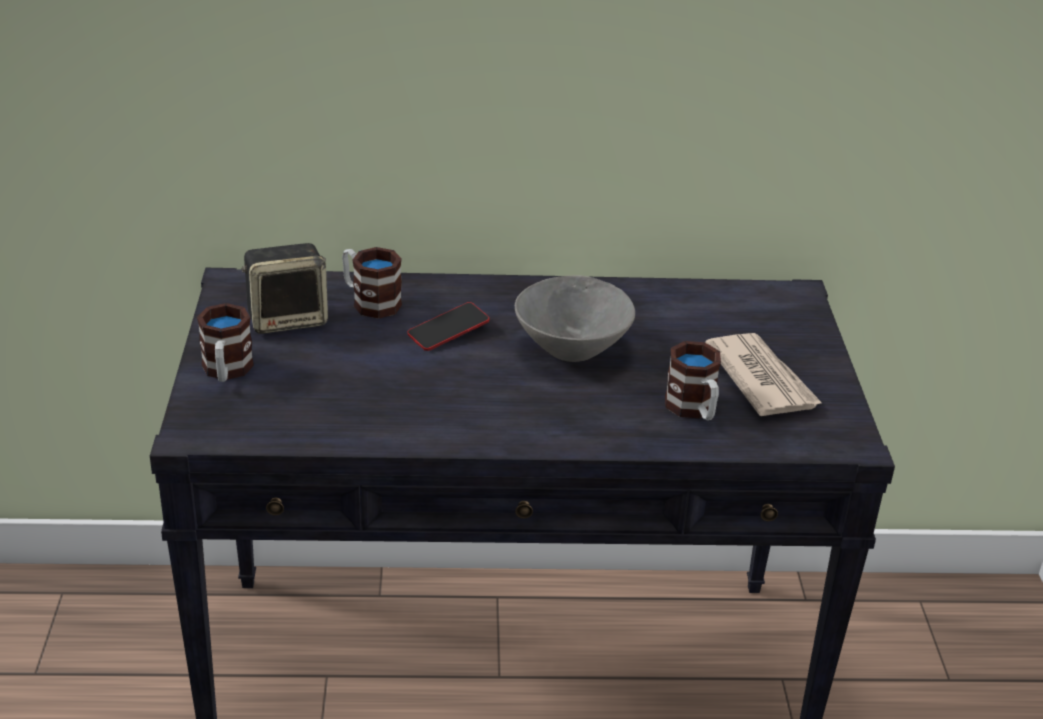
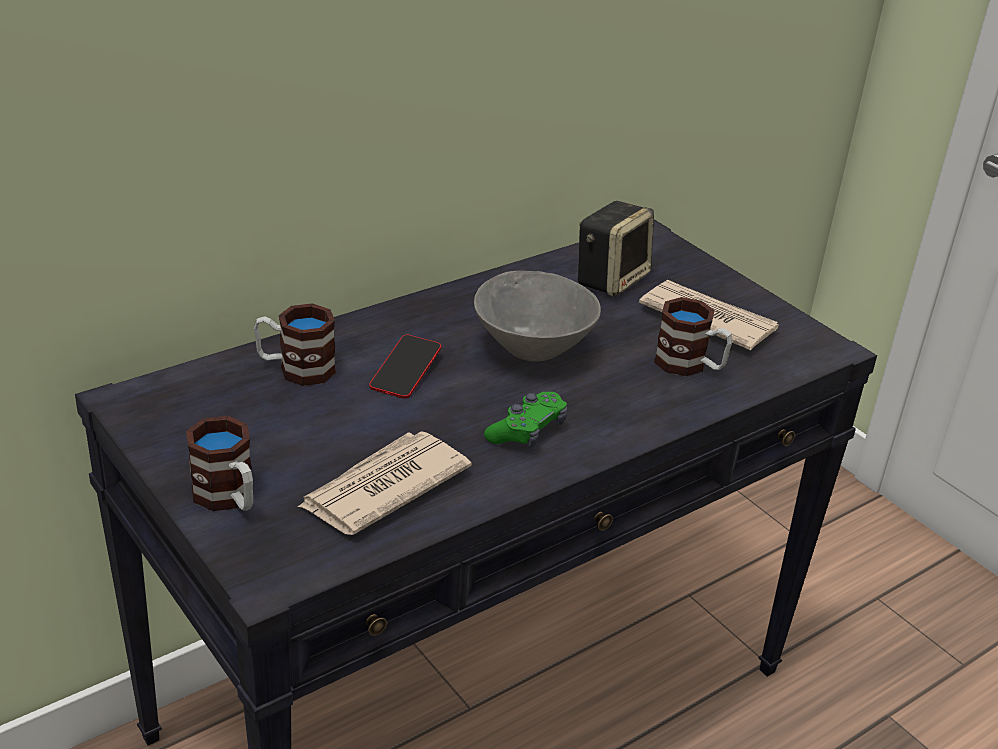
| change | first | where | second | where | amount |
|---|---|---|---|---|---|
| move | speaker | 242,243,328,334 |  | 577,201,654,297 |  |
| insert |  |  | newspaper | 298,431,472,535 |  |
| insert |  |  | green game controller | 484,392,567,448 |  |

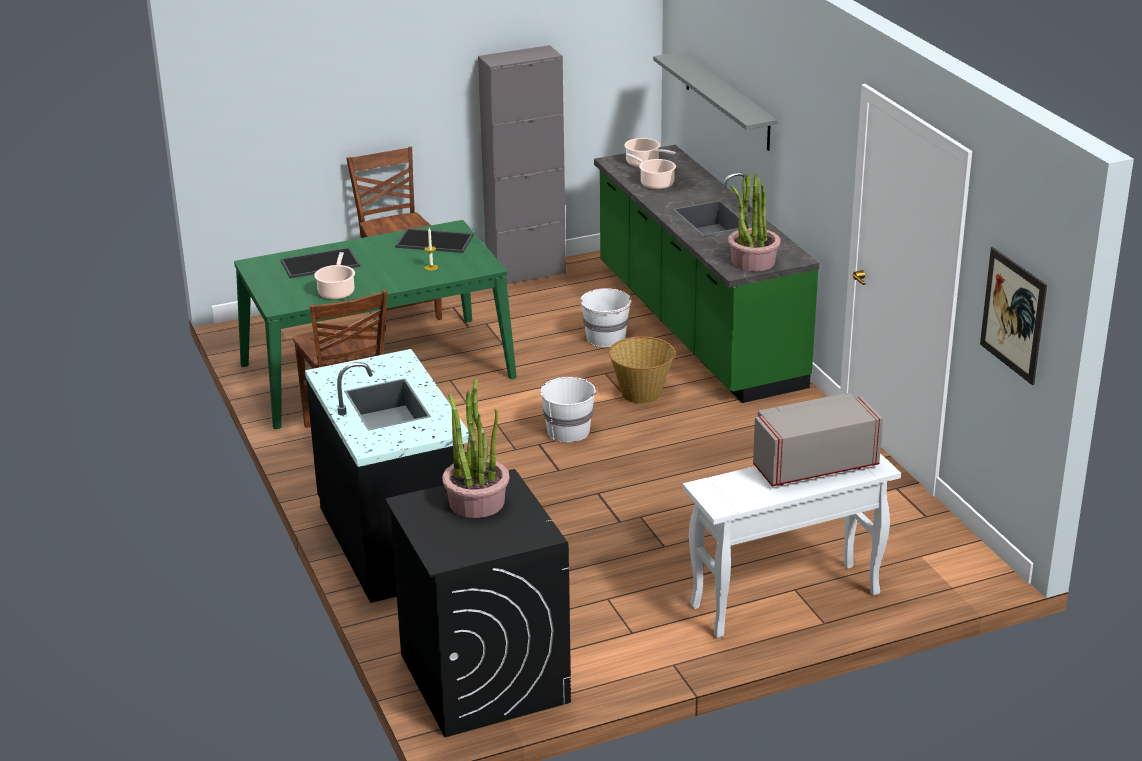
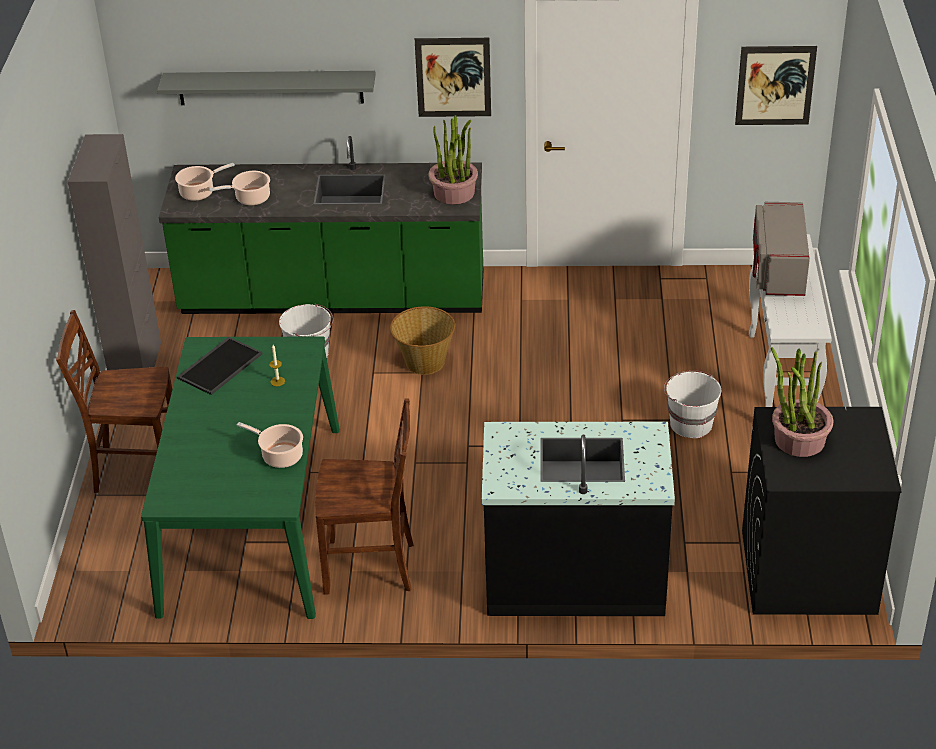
| change | first | where | second | where | amount |
|---|---|---|---|---|---|
| delete | tray | 281,248,360,279 |  |  |  |
| move | white bucket | 540,377,598,442 |  | 664,370,721,438 |  |
| insert |  |  | picture | 415,38,491,117 |  |

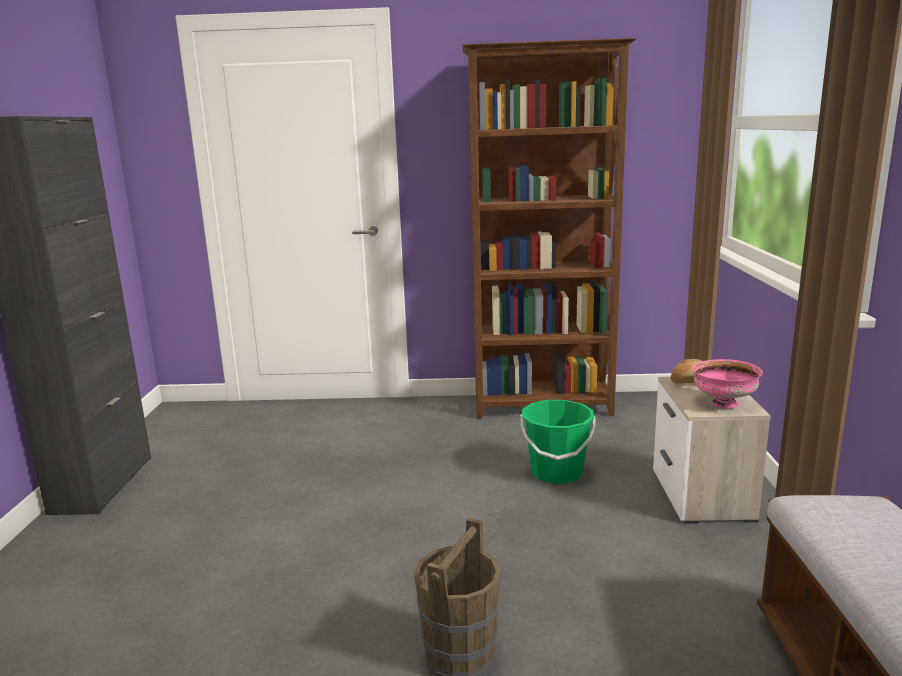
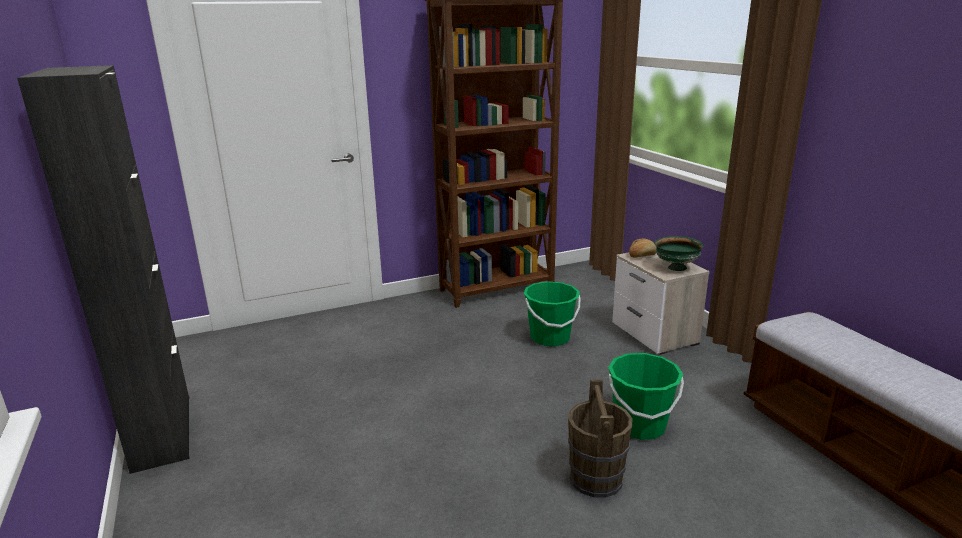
| change | first | where | second | where | amount |
|---|---|---|---|---|---|
| recolor | pink bowl | 691,359,763,409 | green bowl | 654,236,704,271 |  |
| insert |  |  | green bucket | 608,353,684,440 |  |

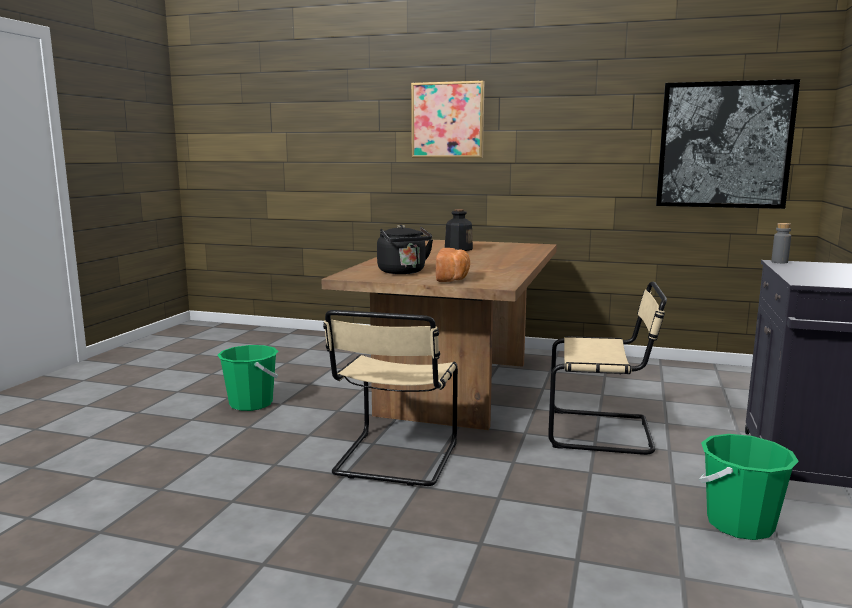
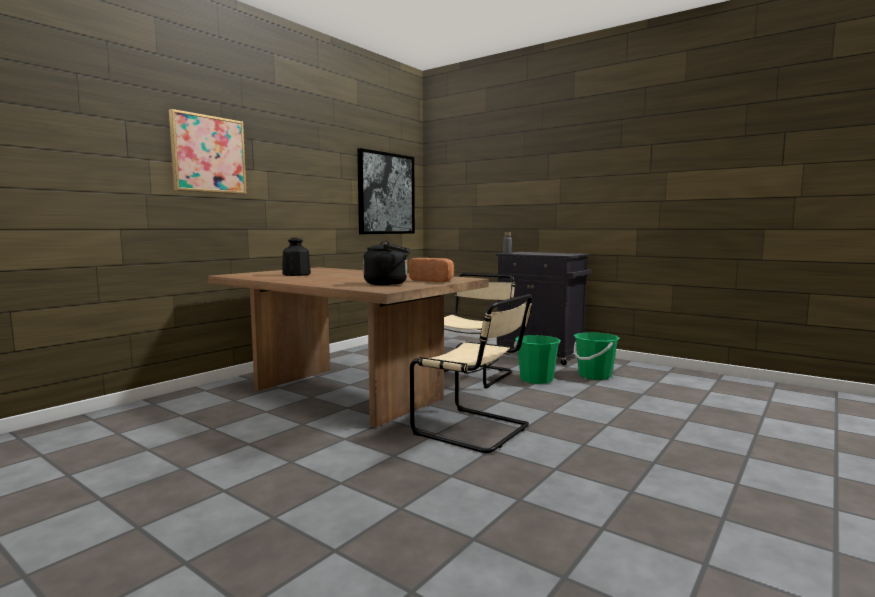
| change | first | where | second | where | amount |
|---|---|---|---|---|---|
| move | green bucket | 217,345,278,411 |  | 514,335,561,384 |  |

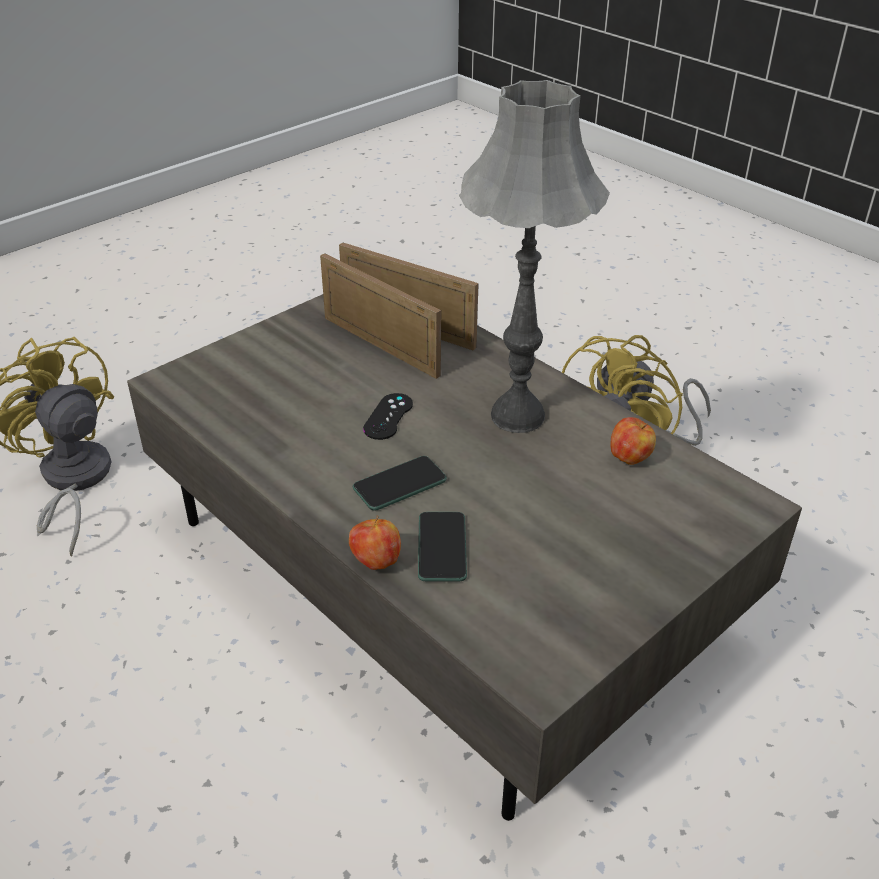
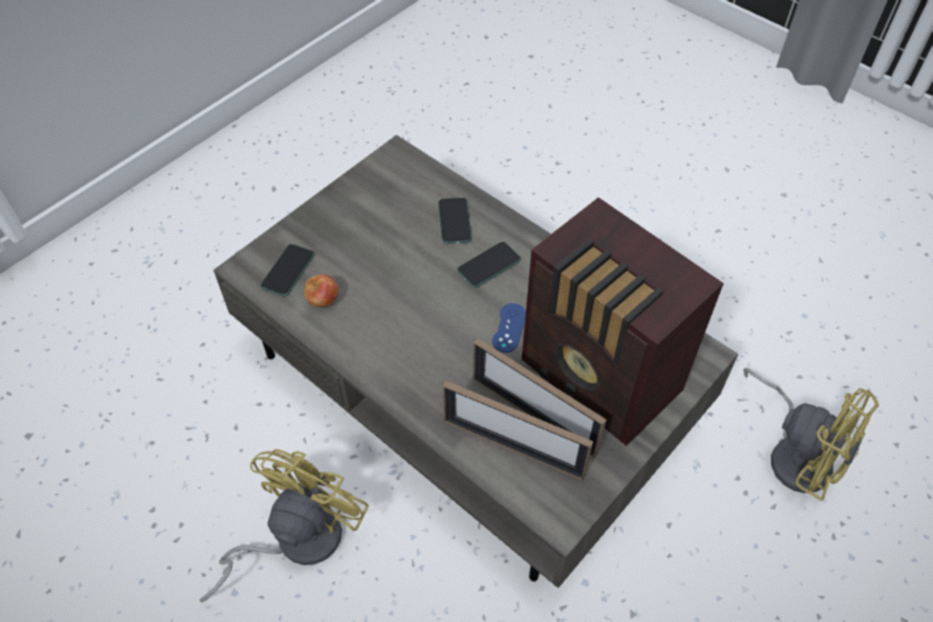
| change | first | where | second | where | amount |
|---|---|---|---|---|---|
| delete | apple | 349,516,401,570 |  |  |  |
| recolor | black game controller | 363,393,413,440 | blue game controller | 492,303,526,353 |  |
| delete | grey table lamp | 459,80,610,433 |  |  |  |
| insert |  |  | phone | 260,244,315,297 |  |
| insert |  |  | radio | 522,197,724,446 |  |

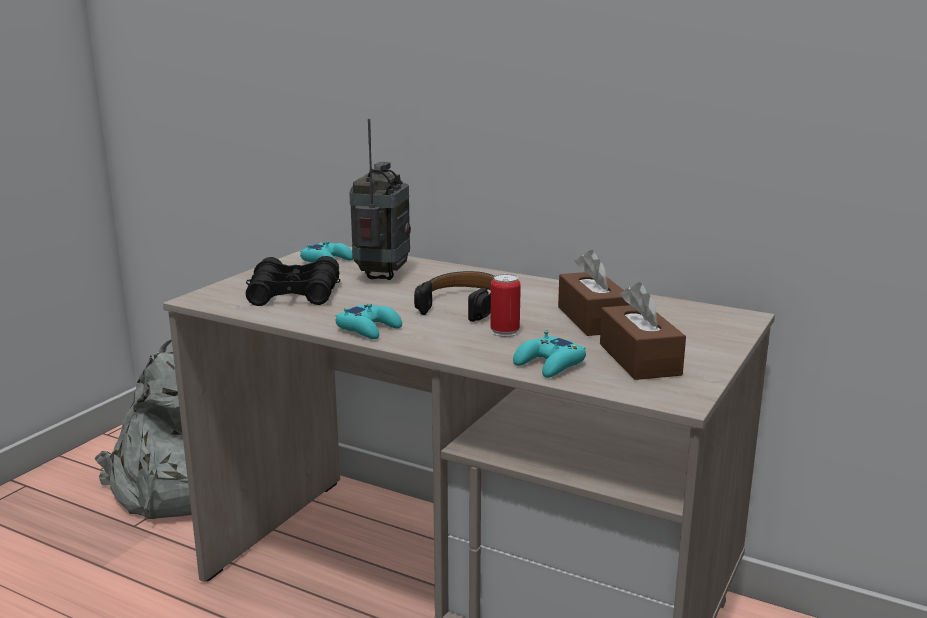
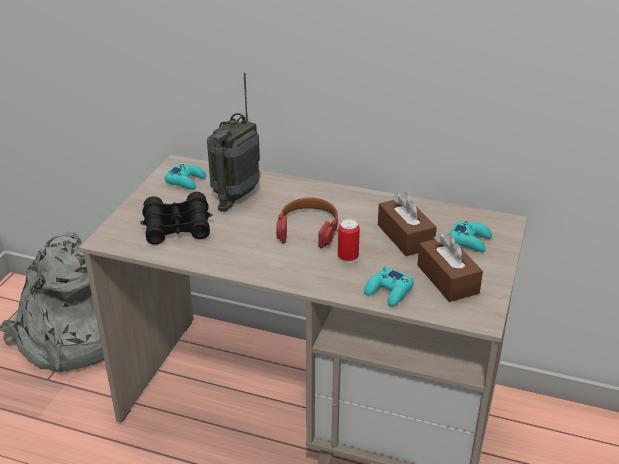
| change | first | where | second | where | amount |
|---|---|---|---|---|---|
| move | turquoise game controller | 335,304,402,339 |  | 450,221,492,252 |  |
| rotate | radio | 349,119,411,280 |  | 207,72,260,212 | 150 degrees counterclockwise |
| recolor | black headphones | 414,271,494,322 | red headphones | 276,197,338,248 |  |

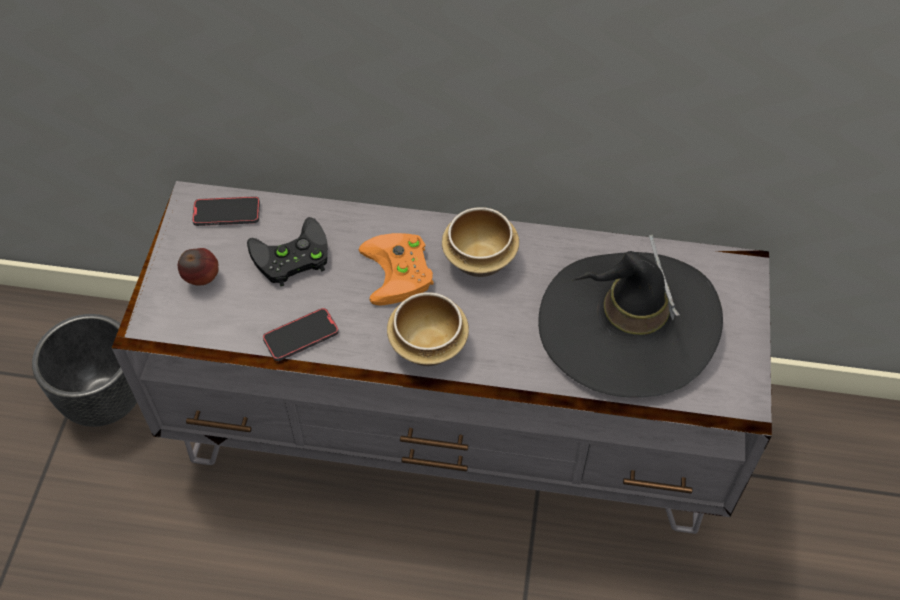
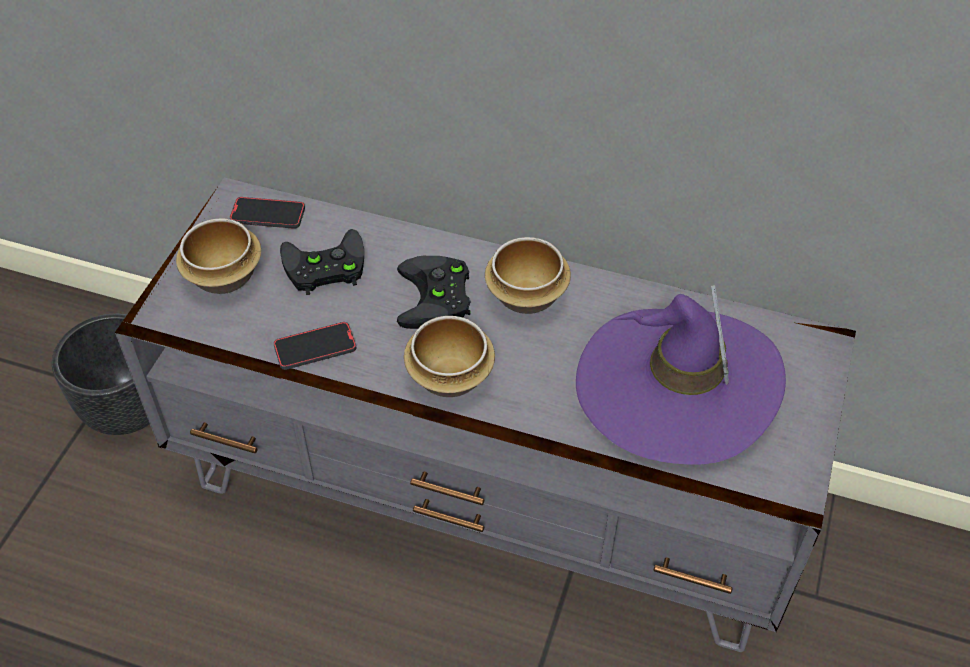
| change | first | where | second | where | amount |
|---|---|---|---|---|---|
| replace | apple | 178,248,219,285 | bowl | 176,218,261,294 |  |
| recolor | orange game controller | 359,233,434,305 | black game controller | 397,256,471,329 |  |
| recolor | black hat | 538,235,723,397 | purple hat | 576,285,786,465 |  |

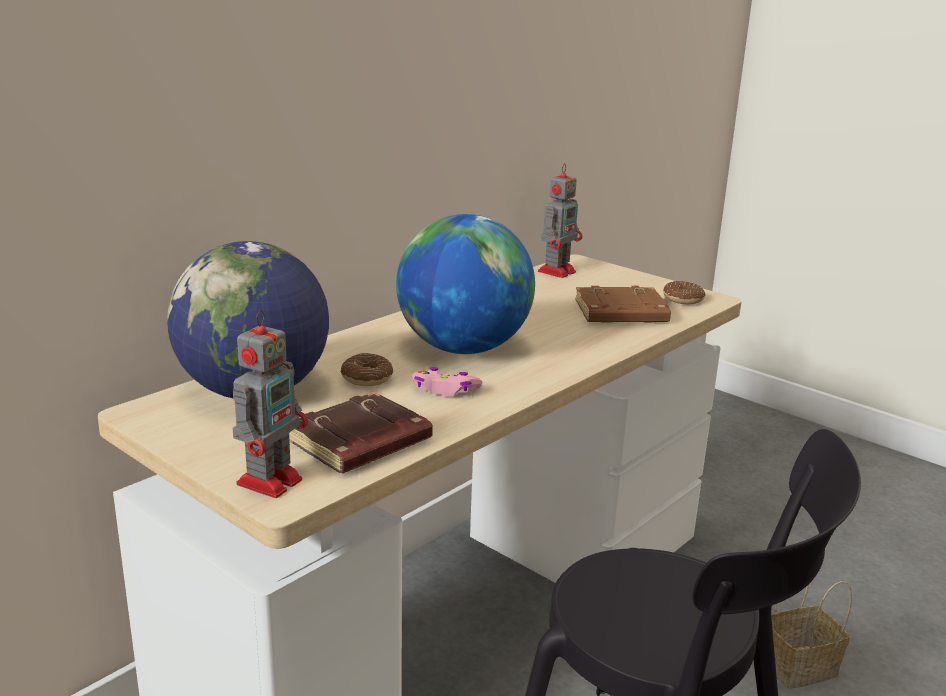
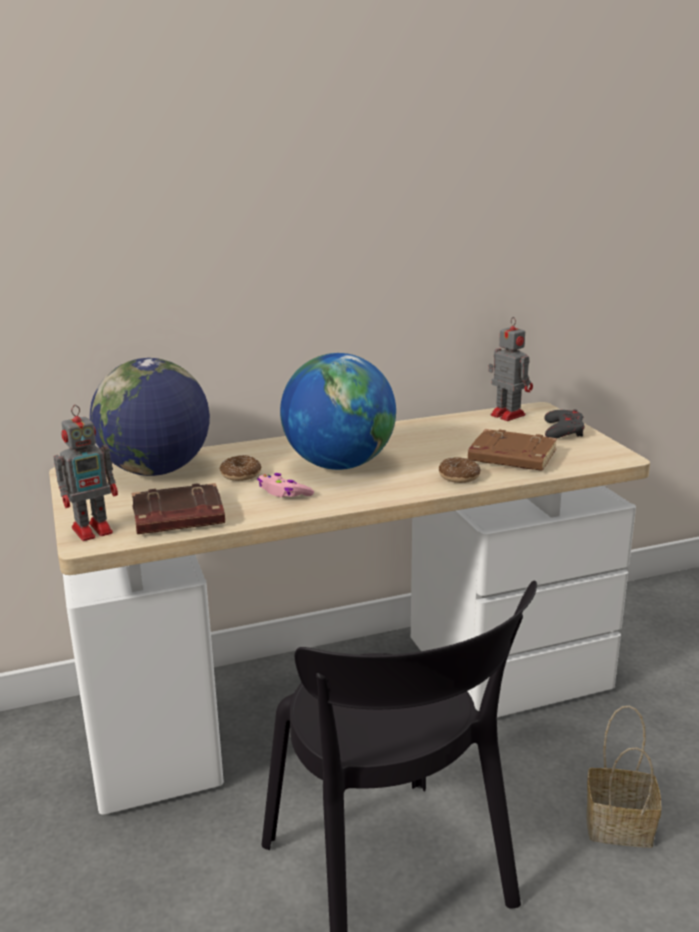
| change | first | where | second | where | amount |
|---|---|---|---|---|---|
| rotate | toy robot | 538,163,582,278 |  | 488,317,533,421 | 105 degrees counterclockwise |
| move | donut | 663,281,706,304 |  | 439,457,481,483 |  |
| insert |  |  | grey game controller | 544,410,585,438 |  |

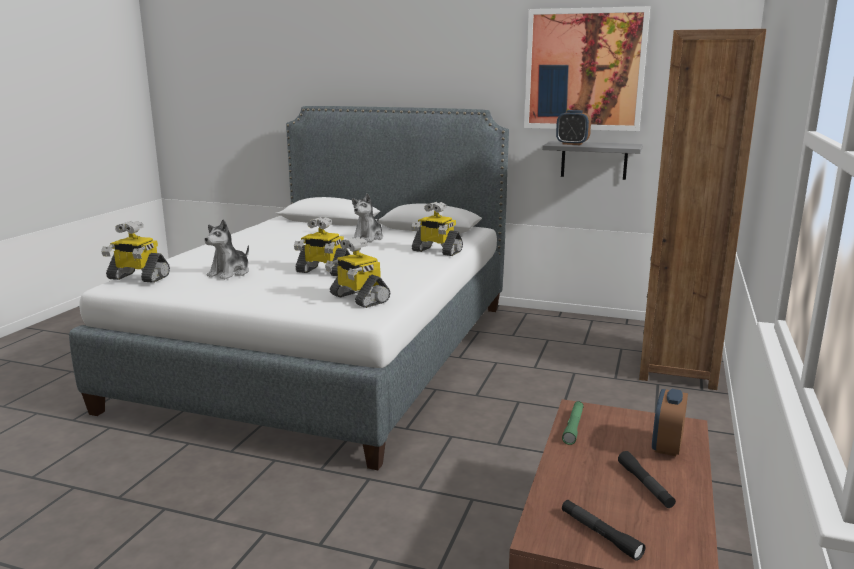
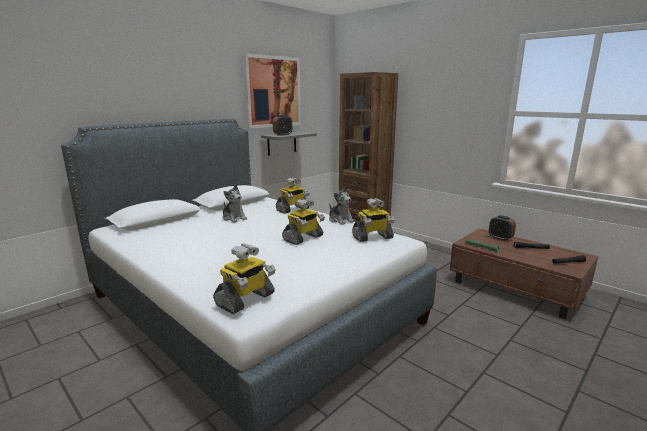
| change | first | where | second | where | amount |
|---|---|---|---|---|---|
| move | plush toy | 205,219,249,280 |  | 329,186,354,225 |  |

